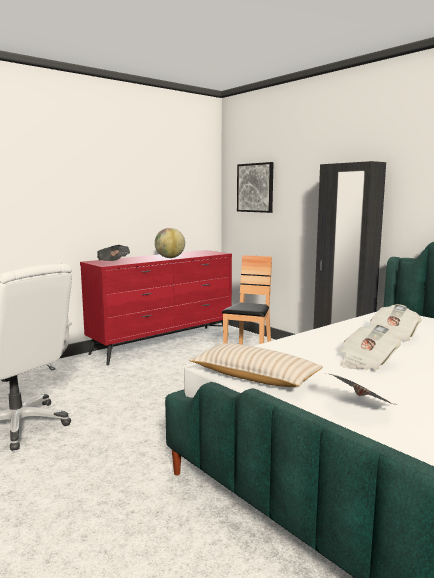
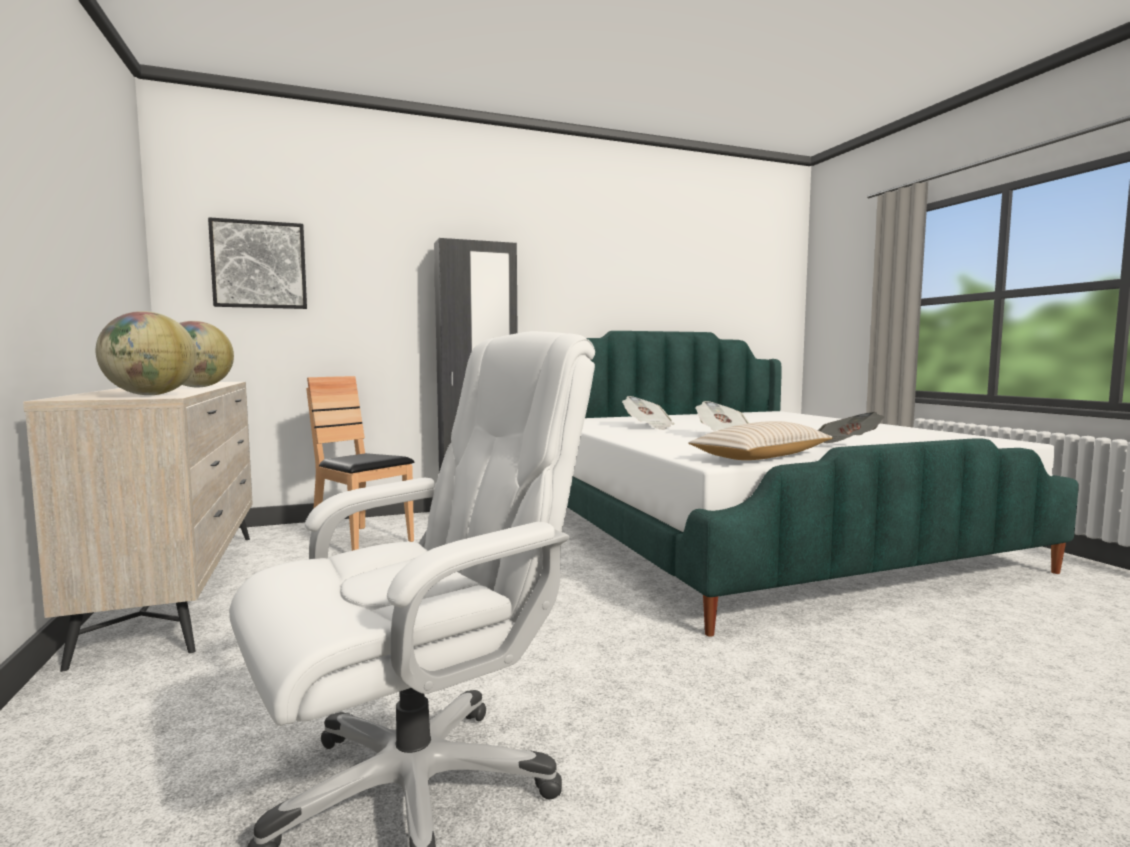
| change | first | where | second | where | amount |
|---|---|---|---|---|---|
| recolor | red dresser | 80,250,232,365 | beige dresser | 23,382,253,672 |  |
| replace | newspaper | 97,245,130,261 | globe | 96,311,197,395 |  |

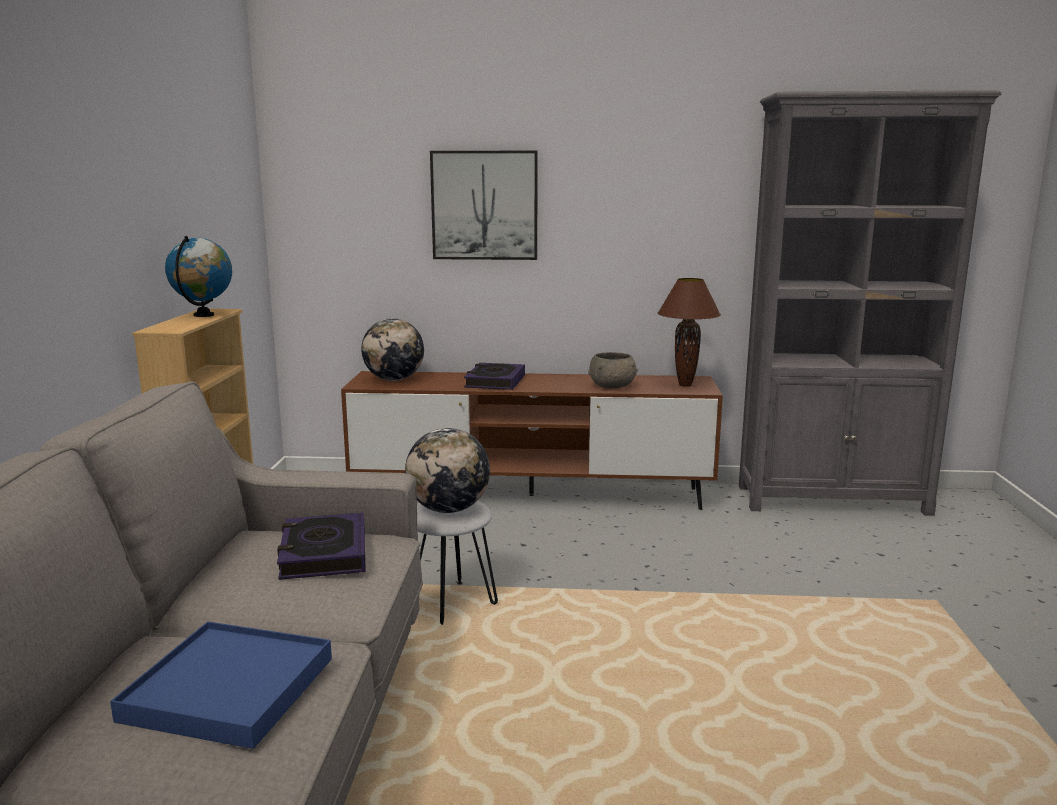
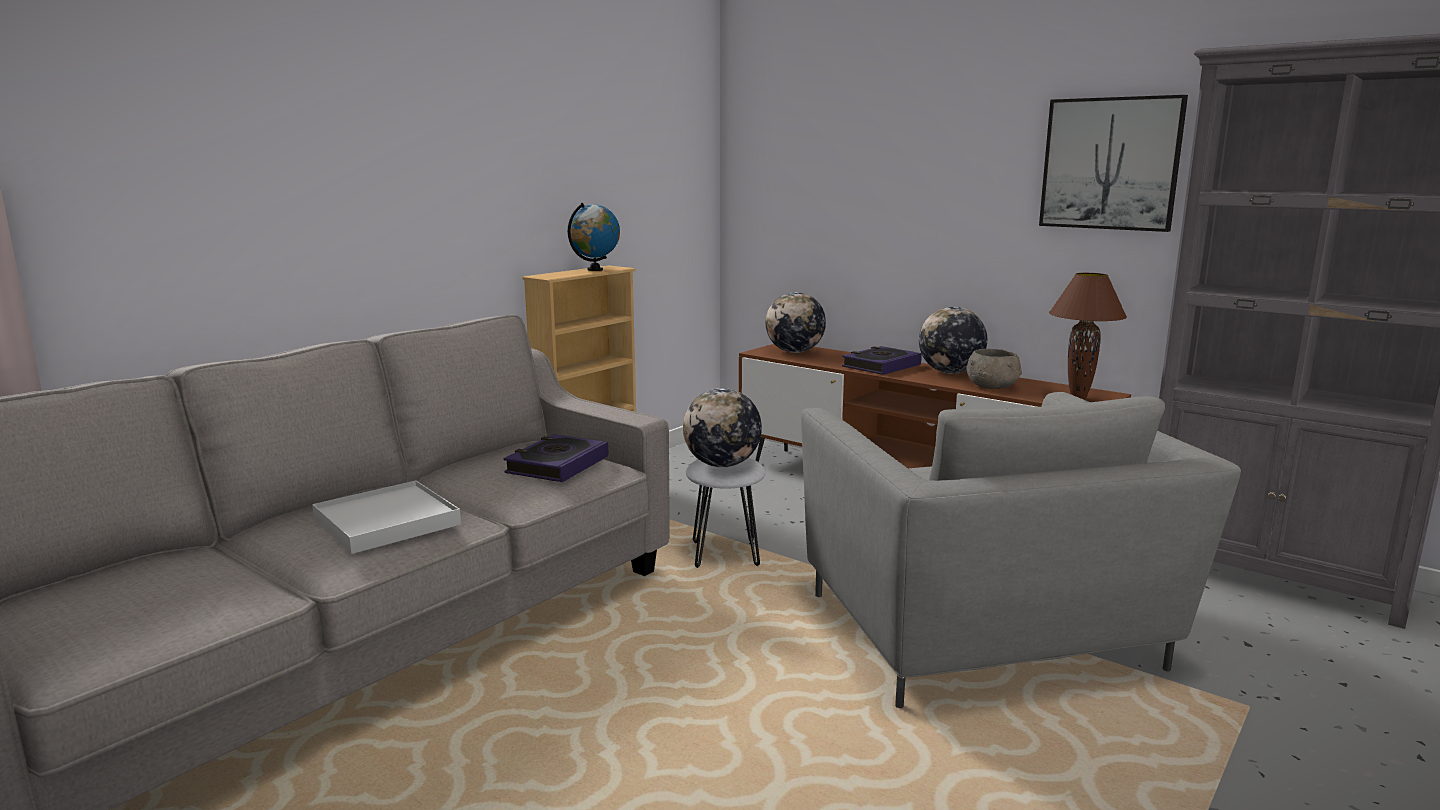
| change | first | where | second | where | amount |
|---|---|---|---|---|---|
| recolor | blue tray | 110,621,332,749 | white tray | 312,481,461,554 |  |
| move | picture | 430,151,538,260 |  | 1039,95,1188,232 |  |
| insert |  |  | grey armchair | 801,392,1241,708 |  |
| insert |  |  | globe | 919,307,987,374 |  |

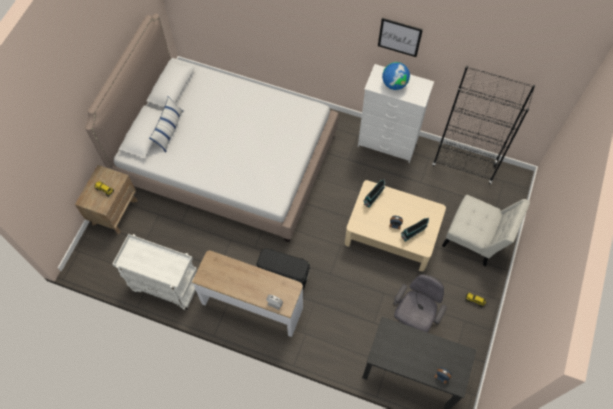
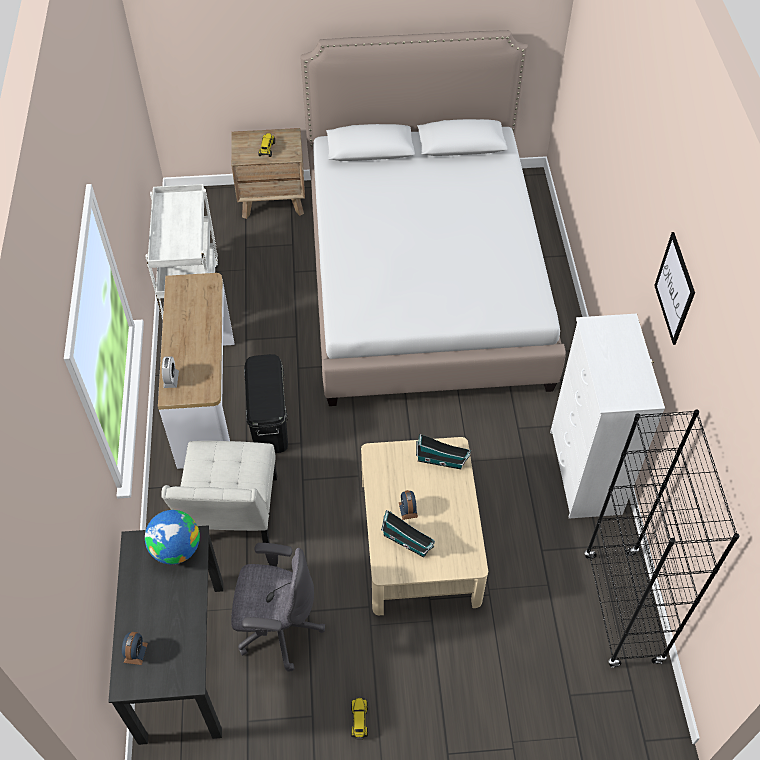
| change | first | where | second | where | amount |
|---|---|---|---|---|---|
| delete | pillow | 149,96,183,153 |  |  |  |
| move | globe | 382,62,410,90 |  | 145,510,200,564 |  |
| move | white chair | 442,195,530,266 |  | 161,441,277,543 |  |

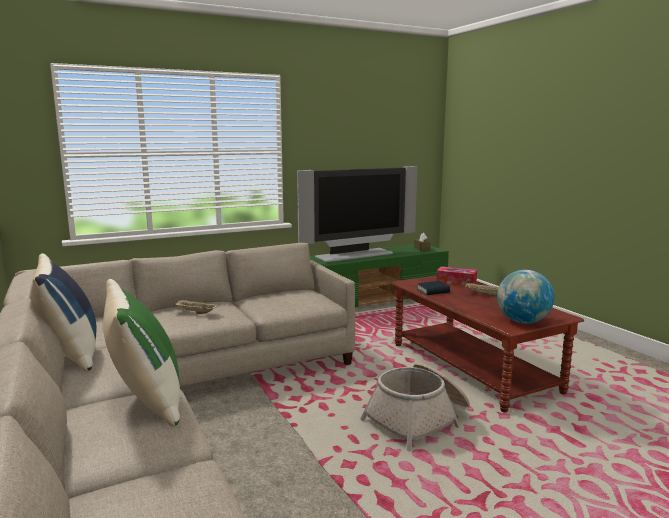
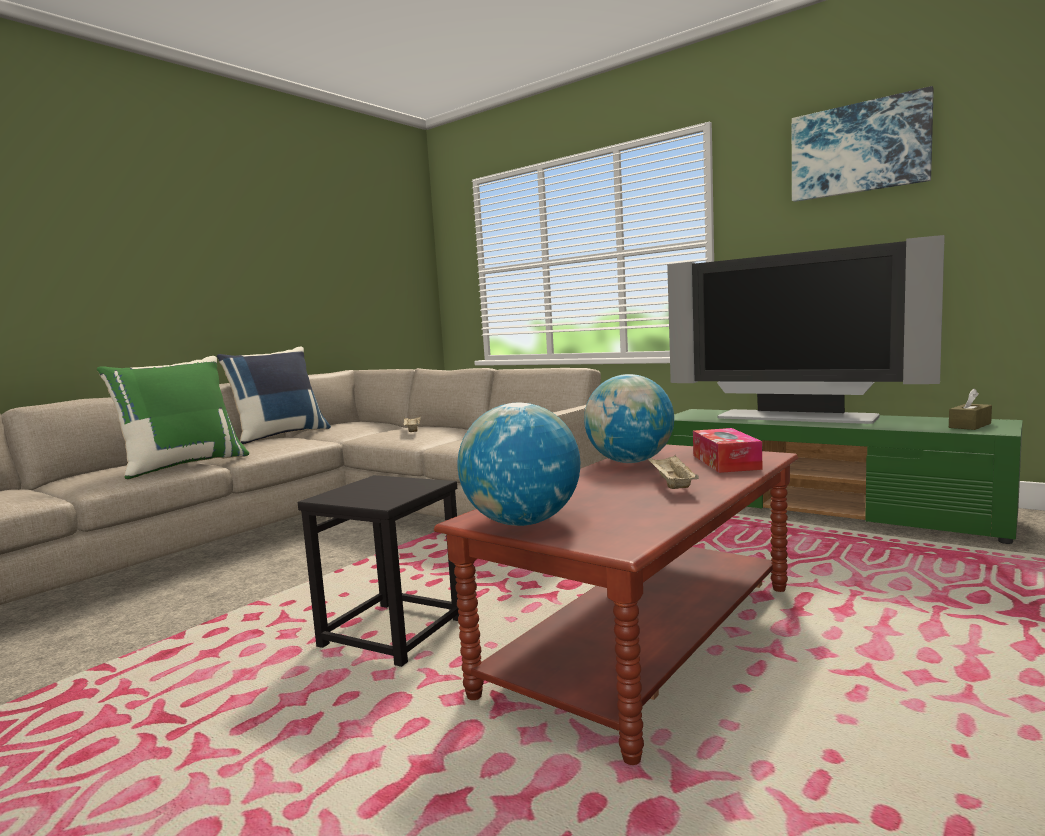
| change | first | where | second | where | amount |
|---|---|---|---|---|---|
| replace | basket | 360,363,470,451 | black stool | 298,475,459,667 |  |
| replace | book | 416,281,450,295 | globe | 584,374,674,463 |  |
| insert |  |  | picture | 792,86,934,202 |  |

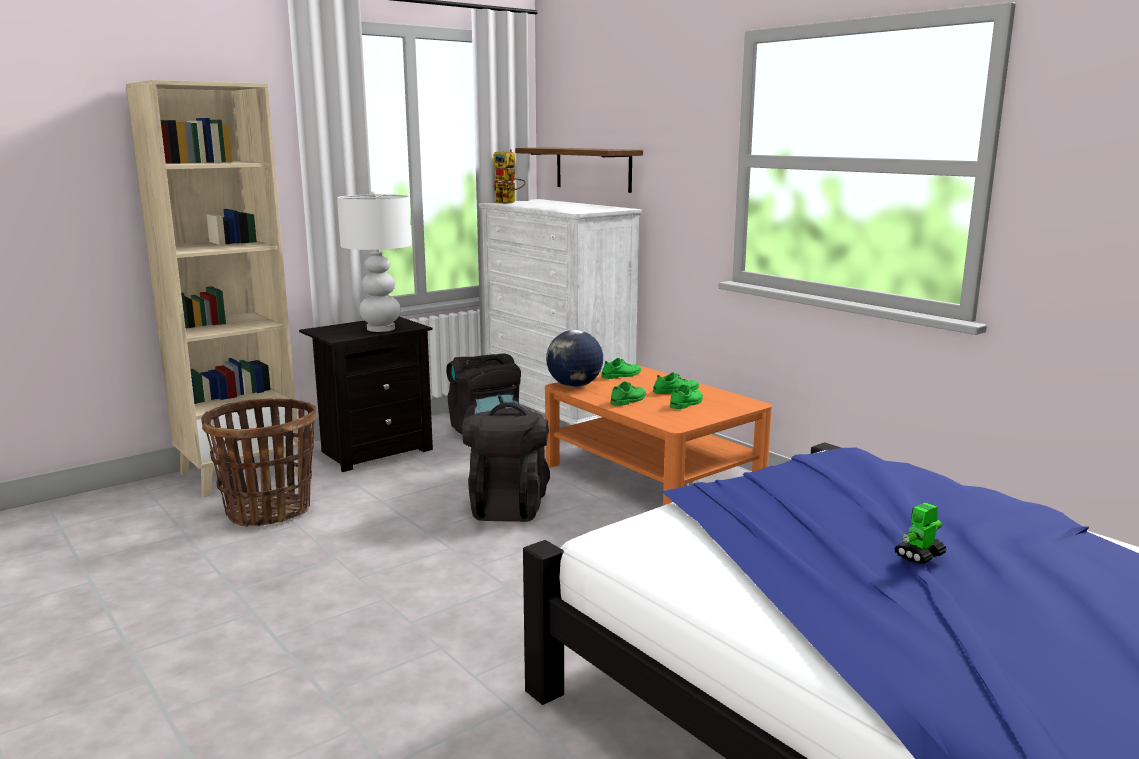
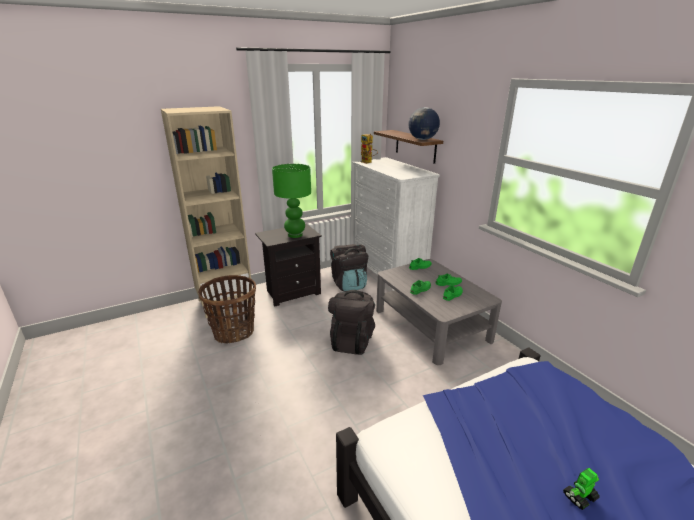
| change | first | where | second | where | amount |
|---|---|---|---|---|---|
| recolor | white table lamp | 337,191,412,332 | green table lamp | 272,164,311,238 |  |
| recolor | orange coffee table | 545,366,772,506 | grey coffee table | 376,259,502,365 |  |
| move | globe | 546,330,603,387 |  | 408,107,440,140 |  |

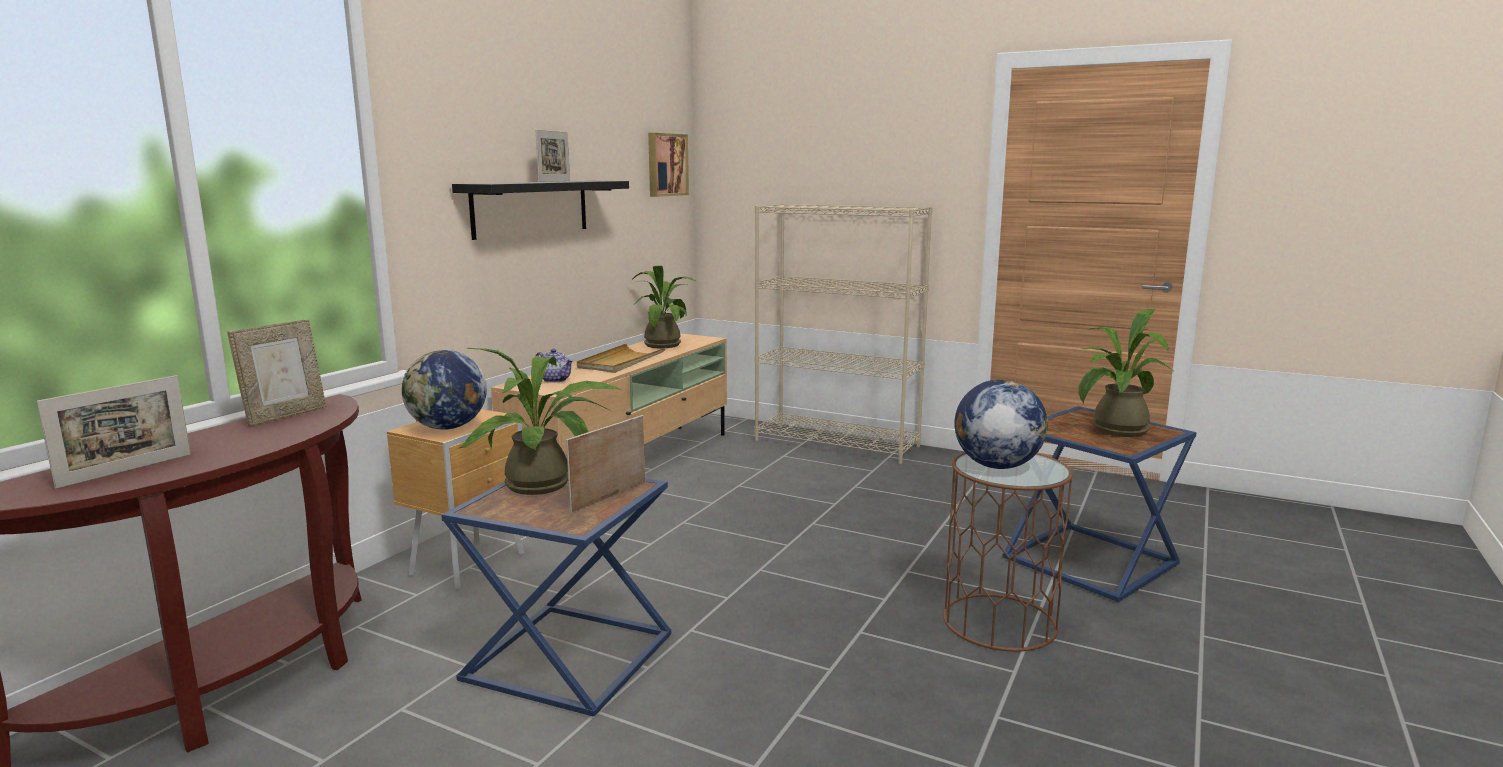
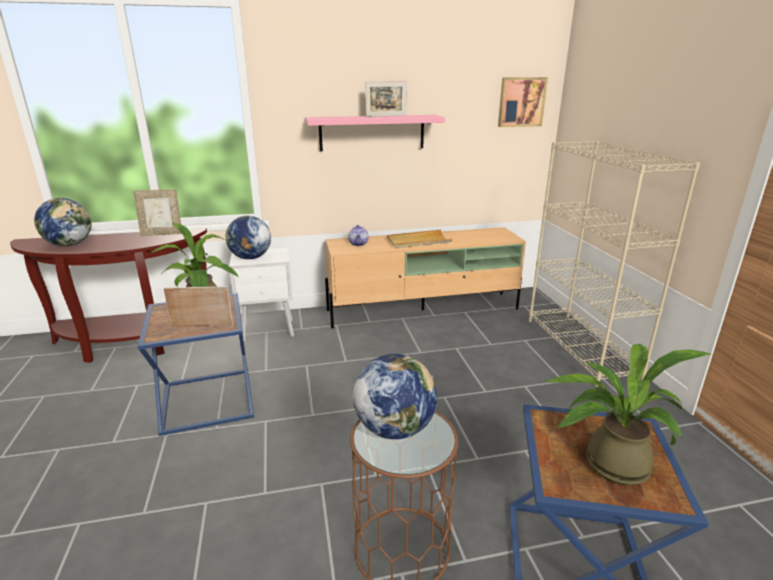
| change | first | where | second | where | amount |
|---|---|---|---|---|---|
| replace | picture frame | 37,375,191,489 | globe | 34,198,92,246 |  |
| recolor | brown nightstand | 387,409,524,591 | white nightstand | 229,248,294,341 |  |
| recolor | black shelf | 452,181,629,240 | pink shelf | 305,115,445,152 |  |
| delete | potted plant | 632,266,697,348 |  |  |  |

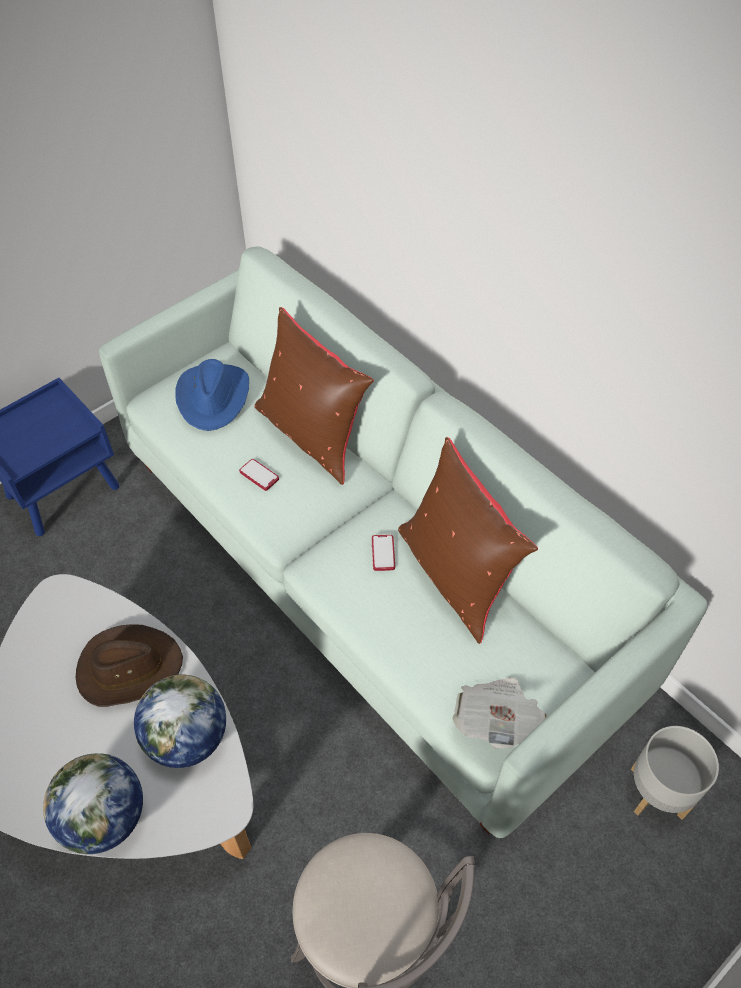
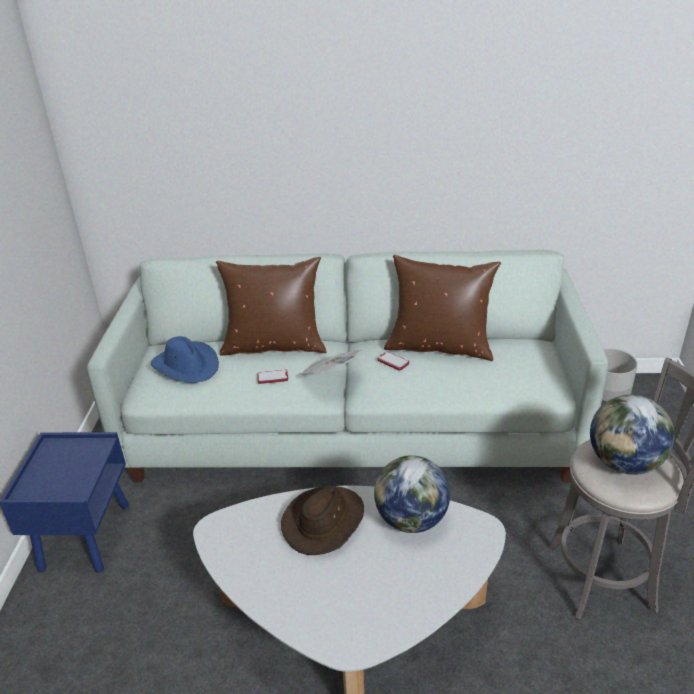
| change | first | where | second | where | amount |
|---|---|---|---|---|---|
| move | globe | 43,753,143,854 |  | 590,395,675,475 |  |
| move | newspaper | 452,677,547,749 |  | 298,350,362,375 |  |

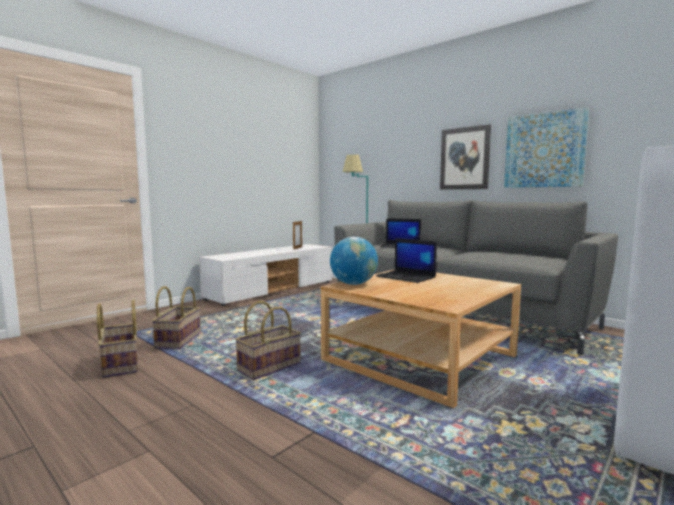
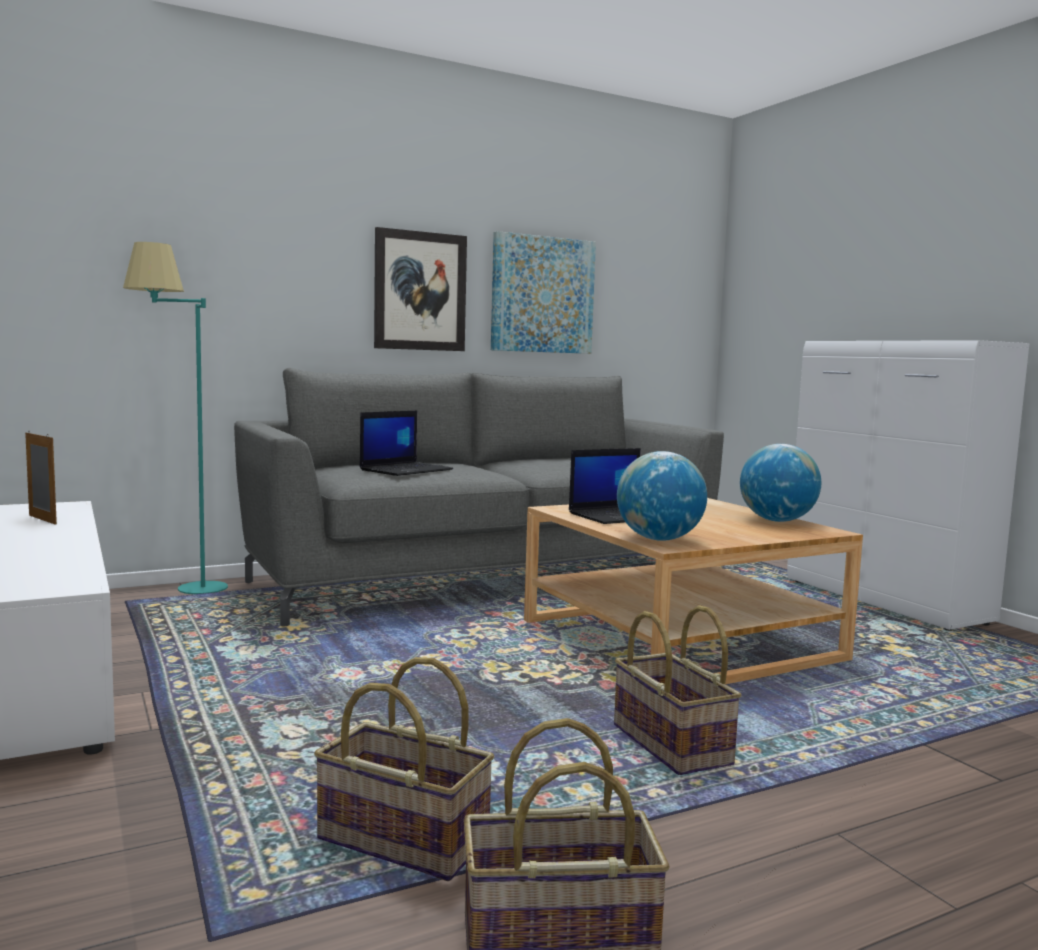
| change | first | where | second | where | amount |
|---|---|---|---|---|---|
| insert |  |  | globe | 740,444,821,522 |  |

